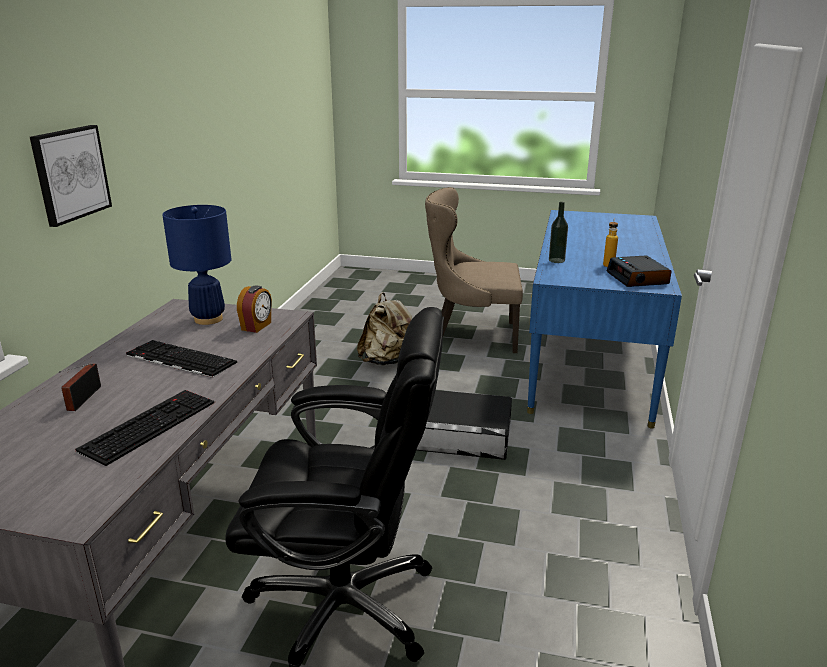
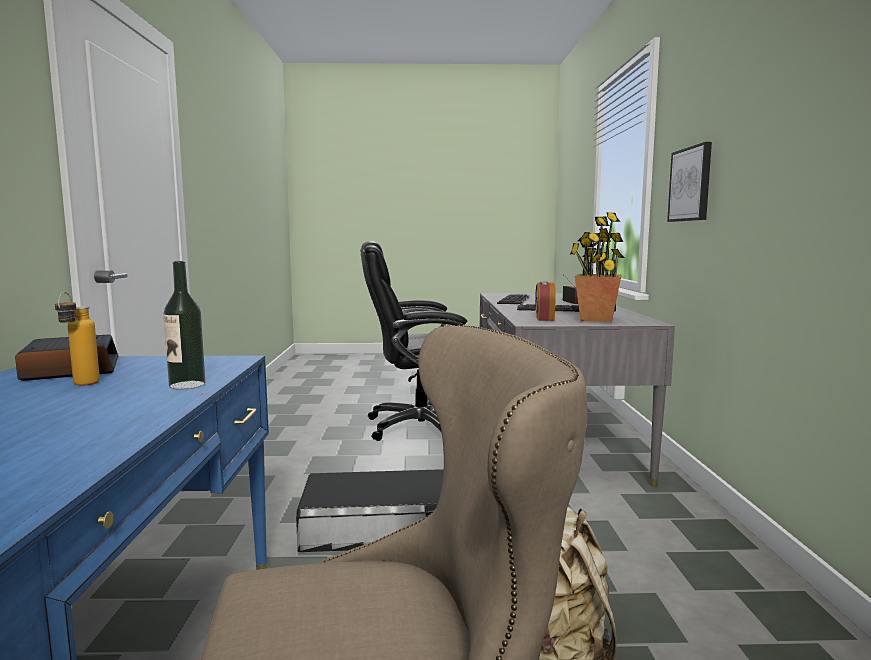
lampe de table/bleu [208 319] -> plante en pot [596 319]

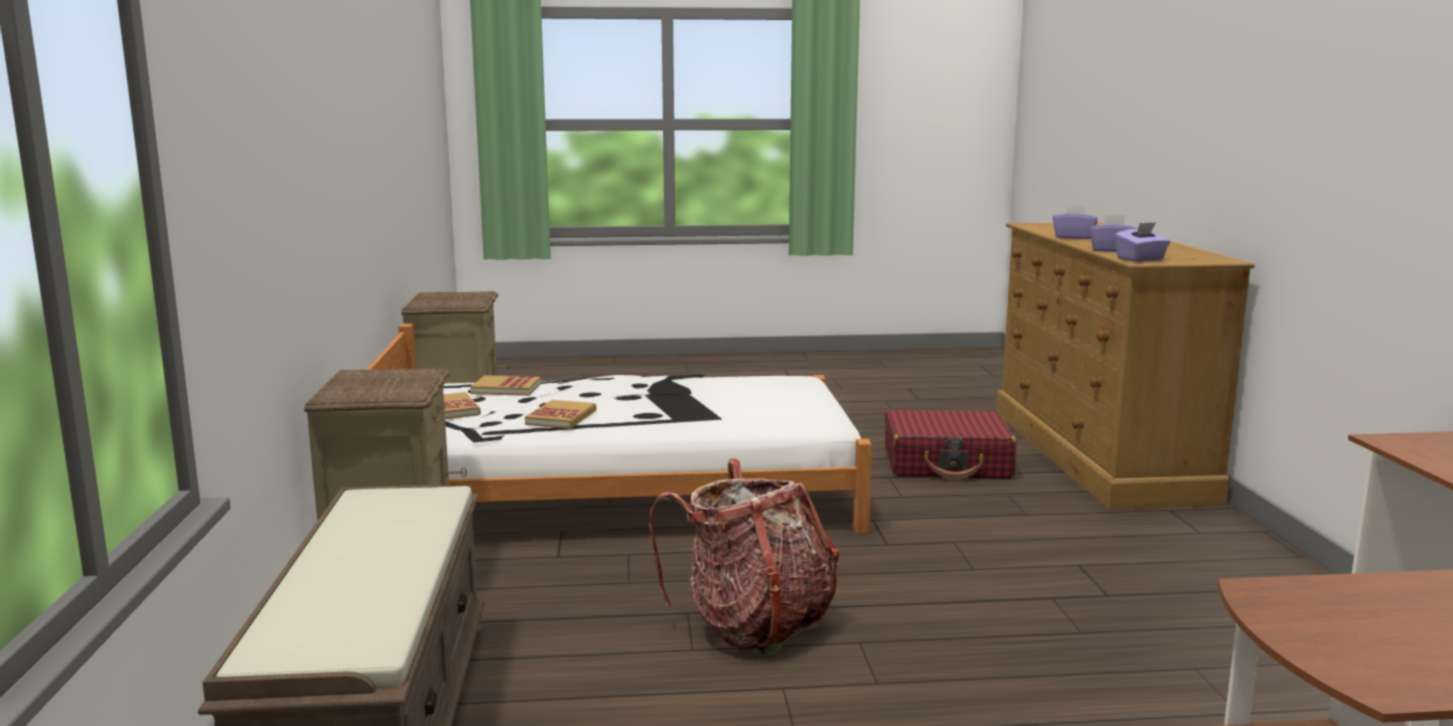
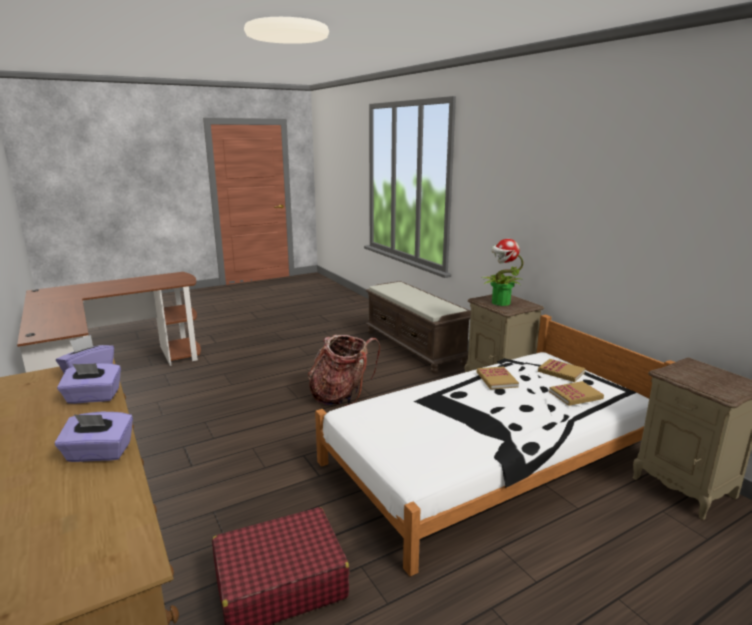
none -> plante en pot [500 303]

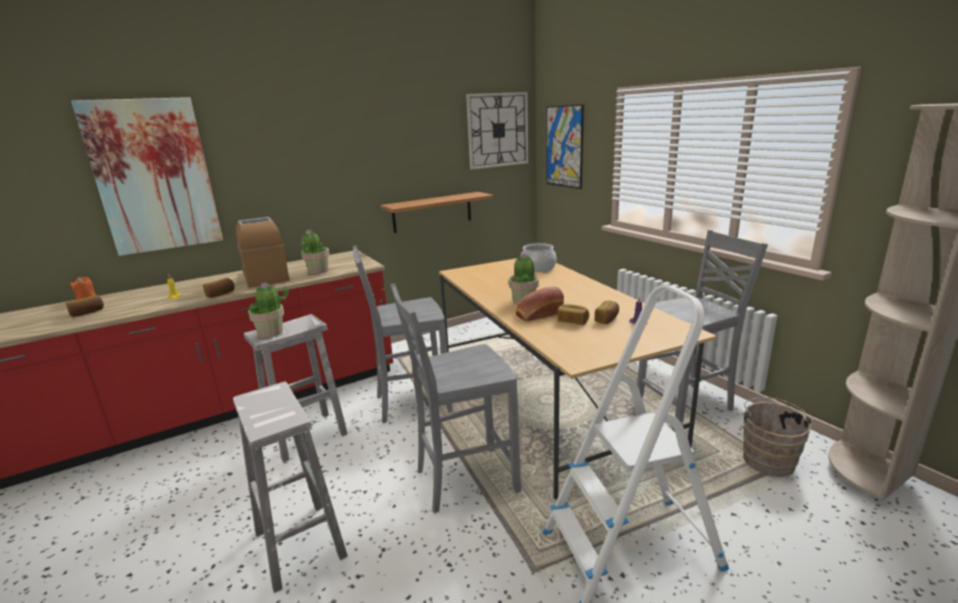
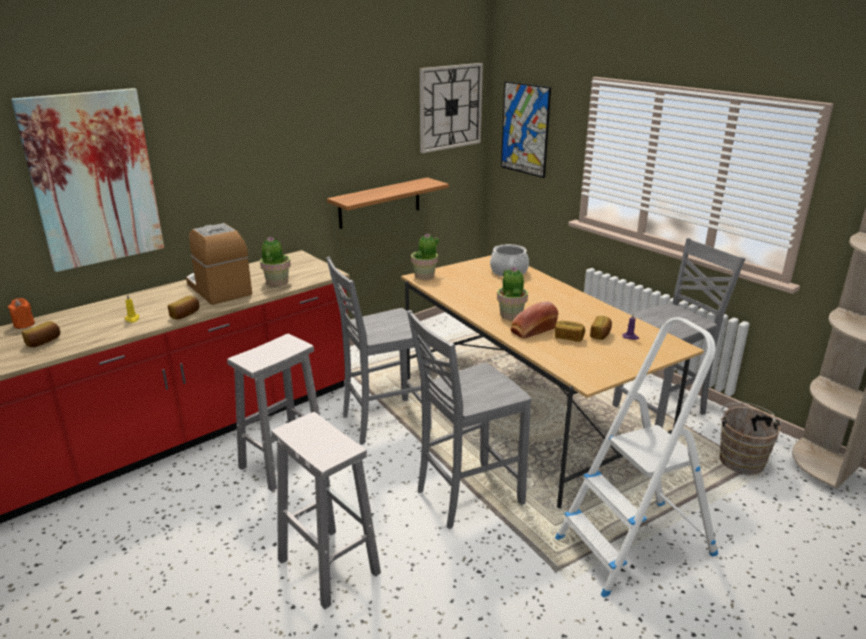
plante en pot [271 333] -> plante en pot [425 276], moved

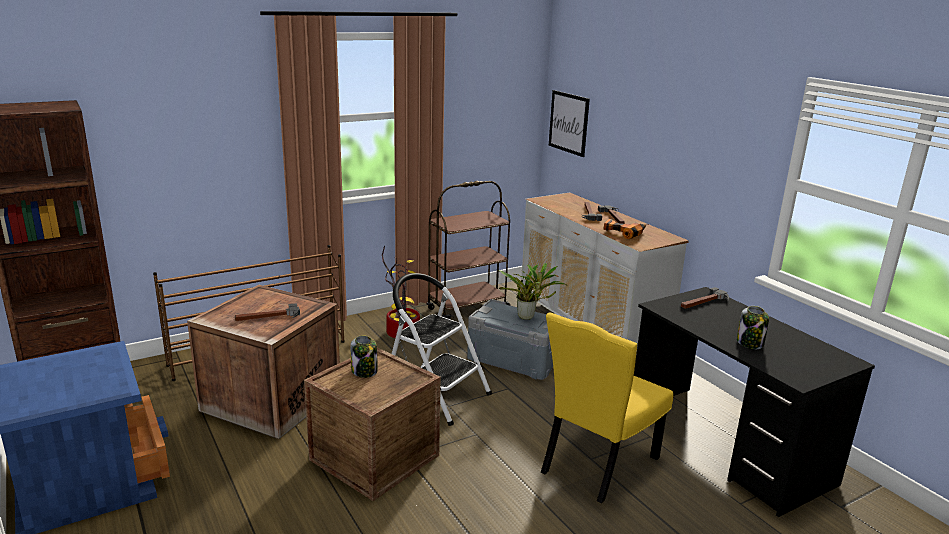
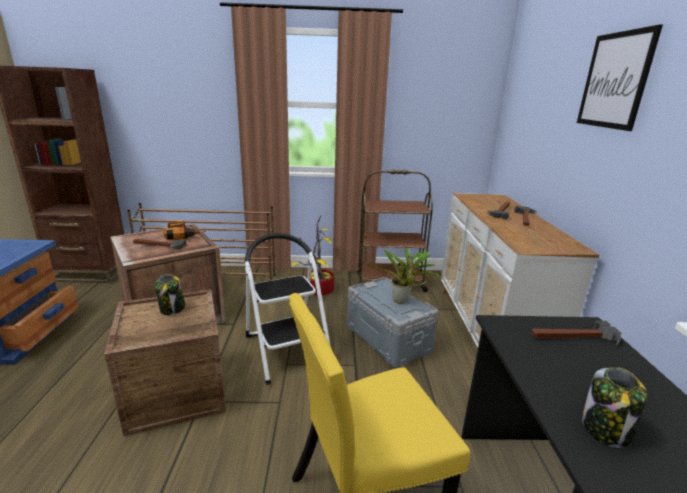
perceuse [624 232] -> perceuse [183 234], moved
tableau [568 123] -> tableau [614 80], moved

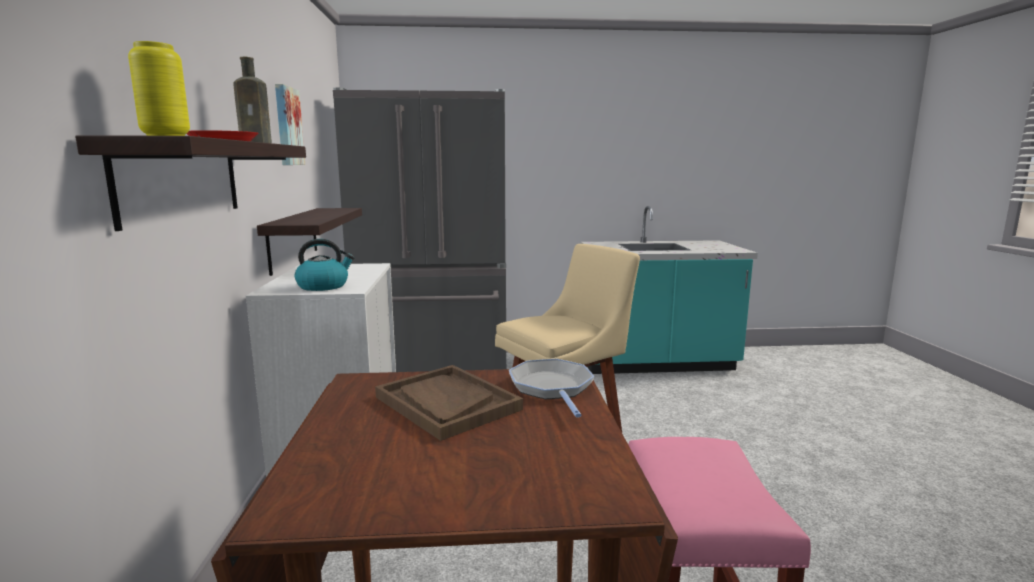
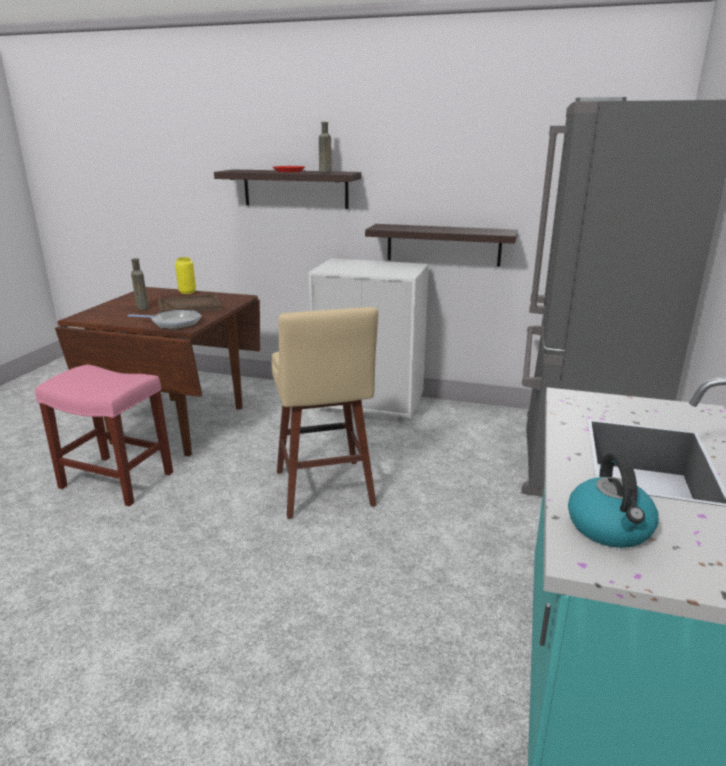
none -> bouteille/marron [142 307]
vase/jaune [166 137] -> vase/jaune [187 292], moved
bouilloire [323 286] -> bouilloire [610 528], moved
tableau [287 126] -> none

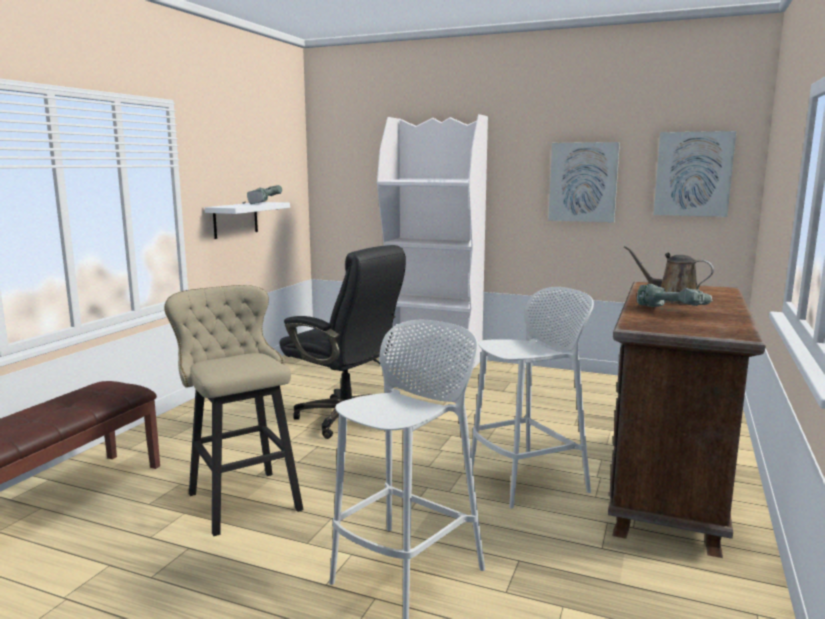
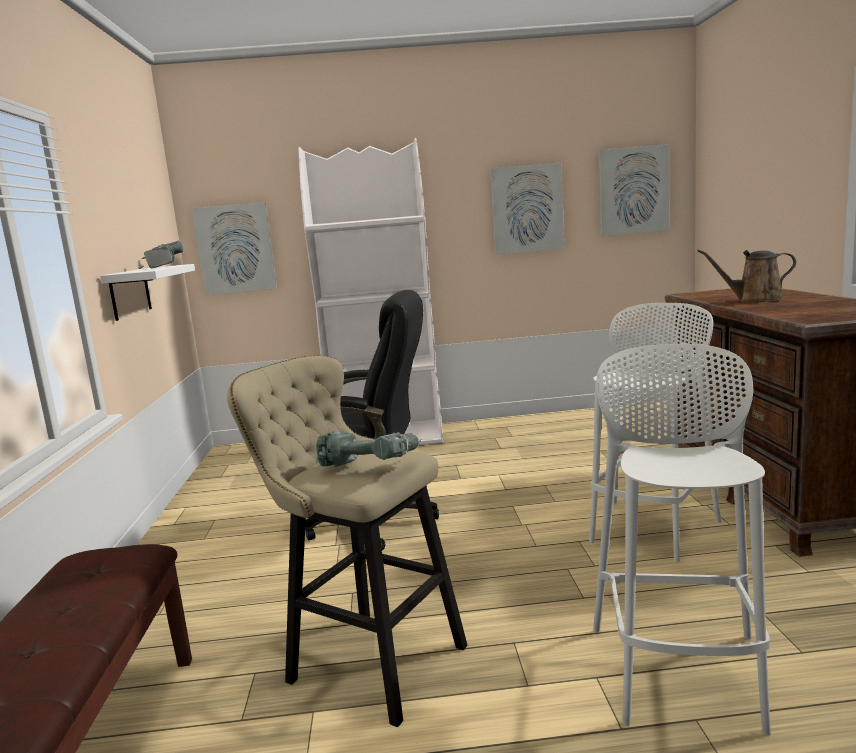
none -> tableau [235 248]
perceuse [673 311] -> perceuse [372 466], moved

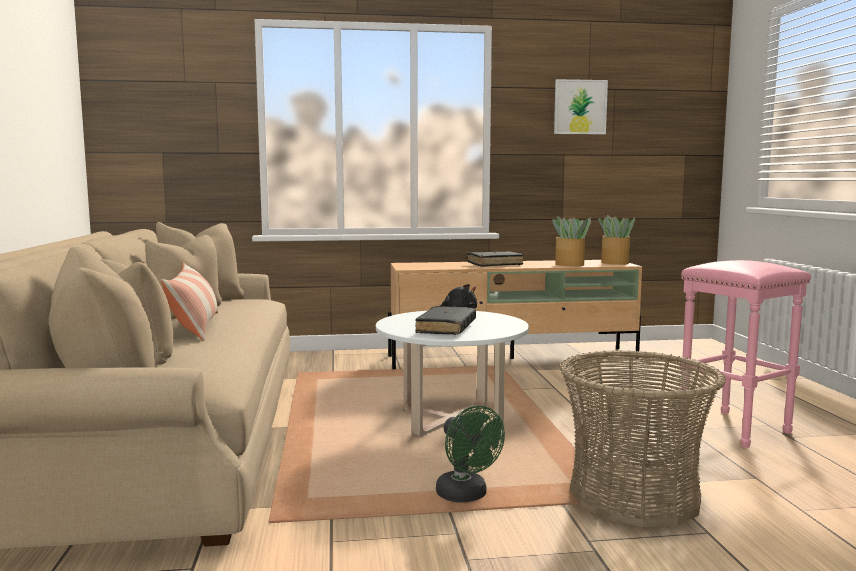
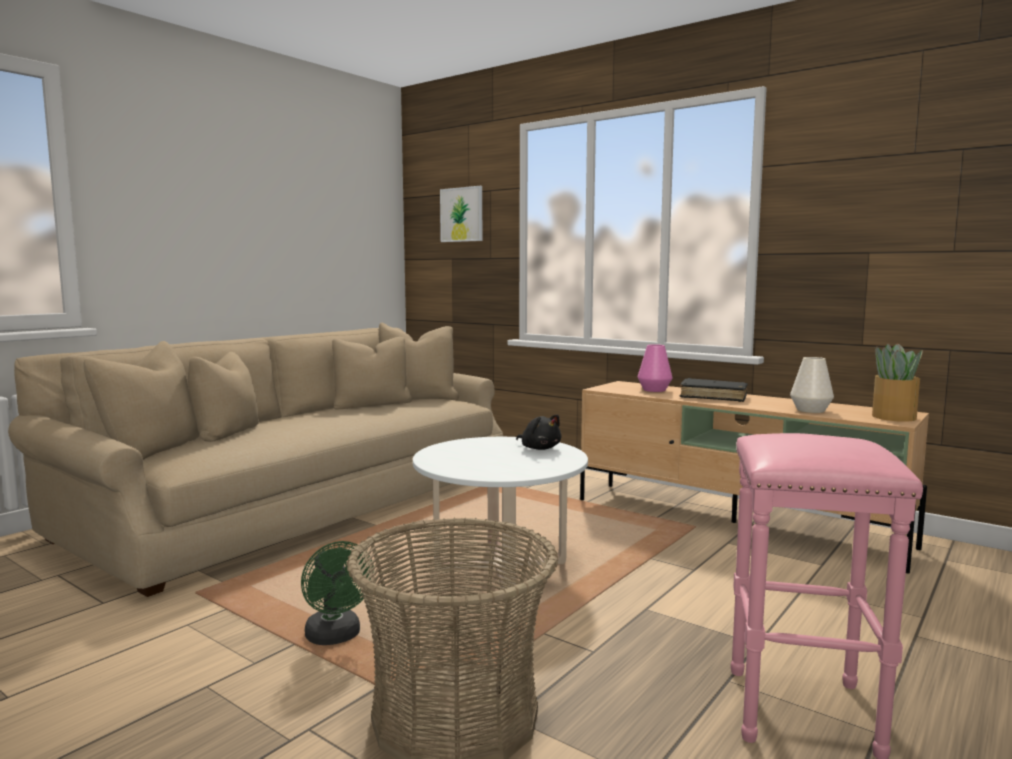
ventilateur/vert [466 496] -> ventilateur/vert [336 637], 45 degrees counterclockwise
tableau [580 107] -> tableau [462 214], moved
none -> vase/rose [654 390]
plante en pot [570 264] -> vase/blanc [810 410]
coussin [195 326] -> none
livre/noir [446 328] -> none

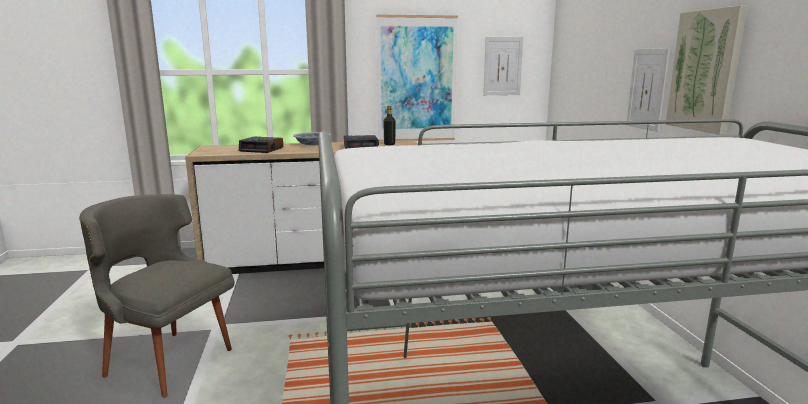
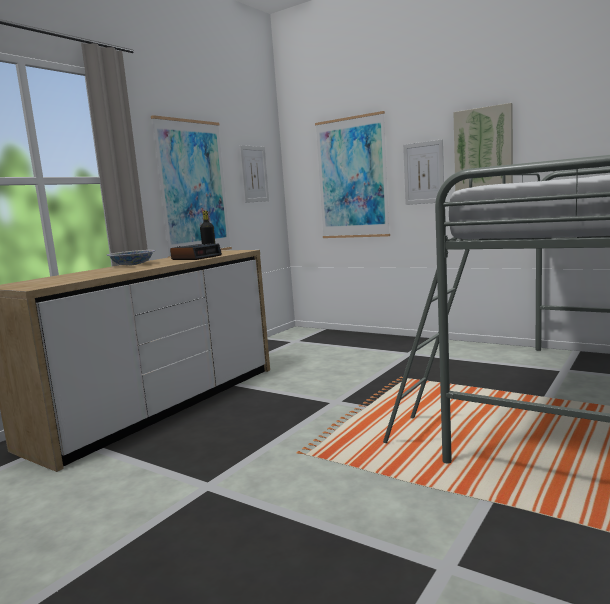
none -> tableau [352 178]
chaise/gris [170 363] -> none
réveil [262 149] -> none

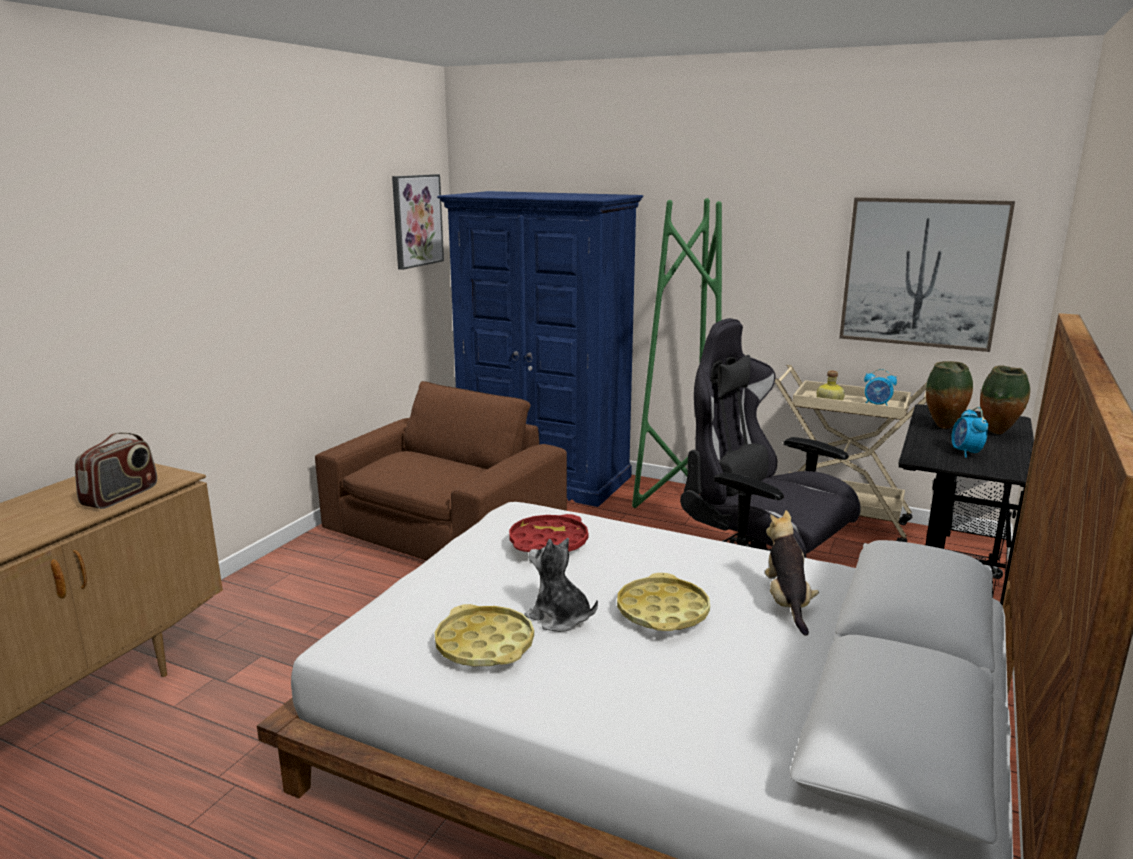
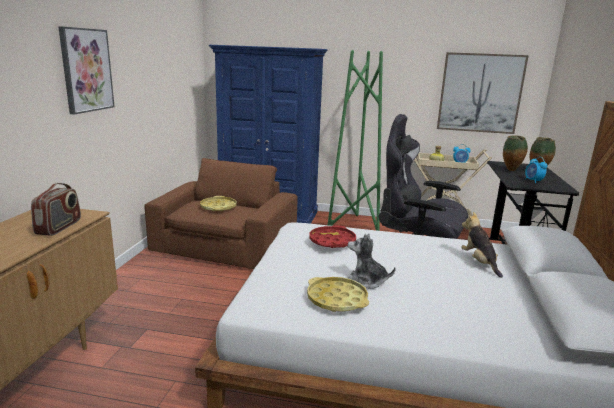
tableau [416 220] -> tableau [86 70], moved
plateau/jaune [662 611] -> plateau/jaune [218 207], moved

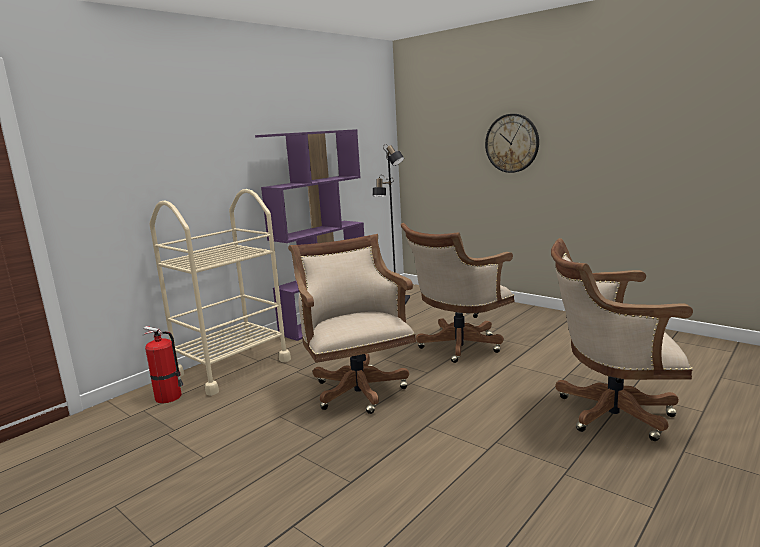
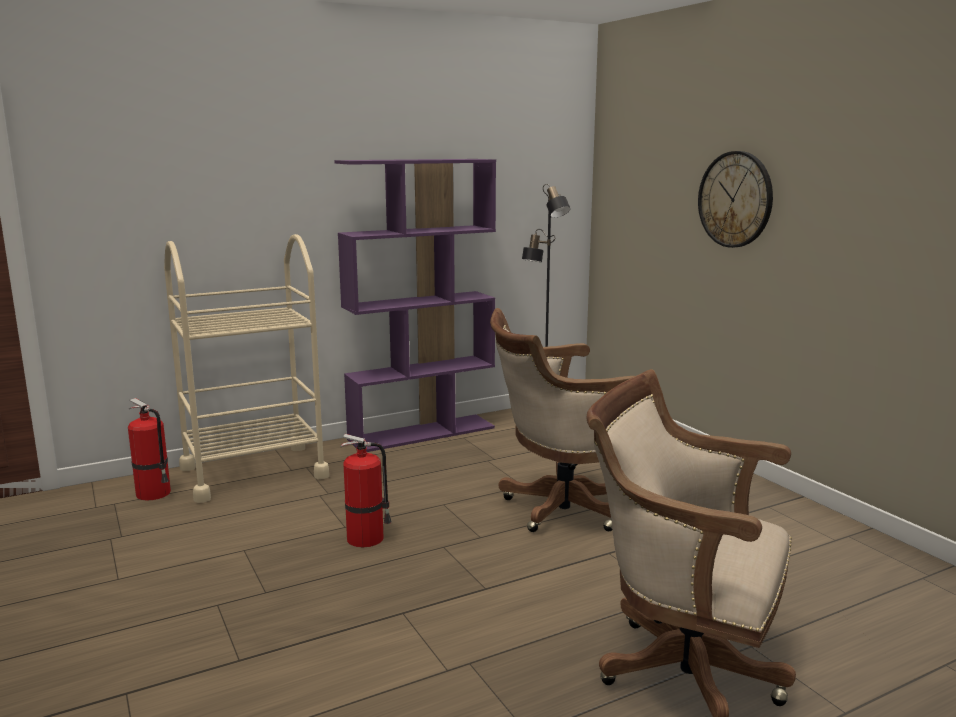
chaise de bureau [357 389] -> extincteur [367 538]

